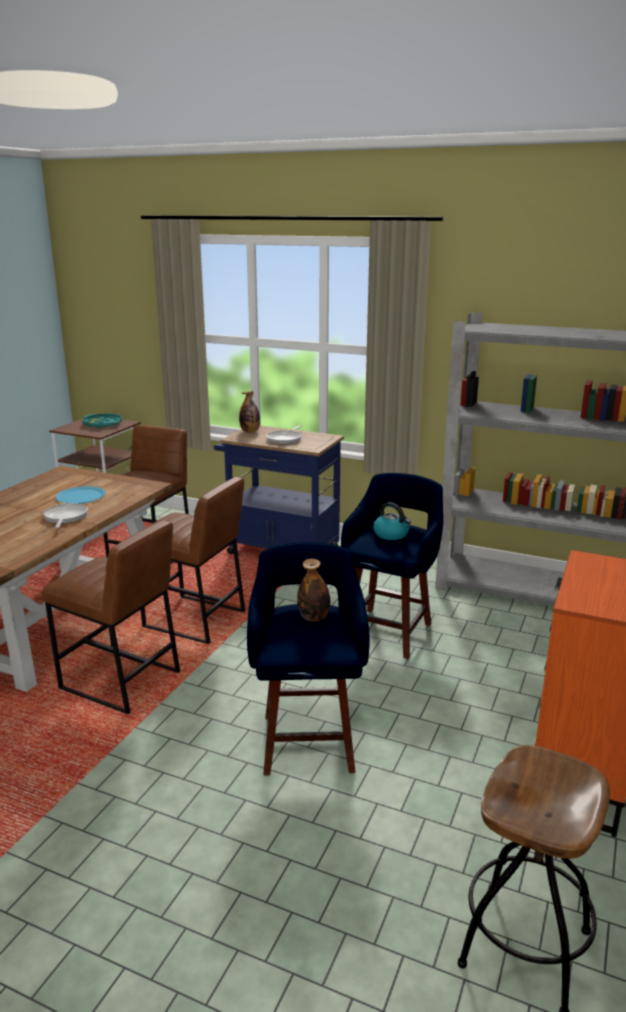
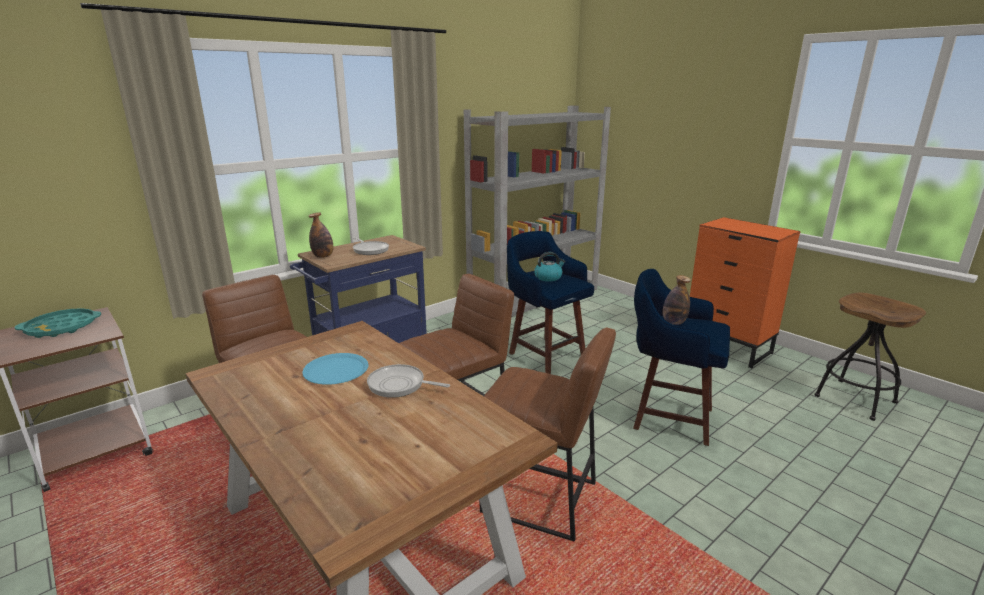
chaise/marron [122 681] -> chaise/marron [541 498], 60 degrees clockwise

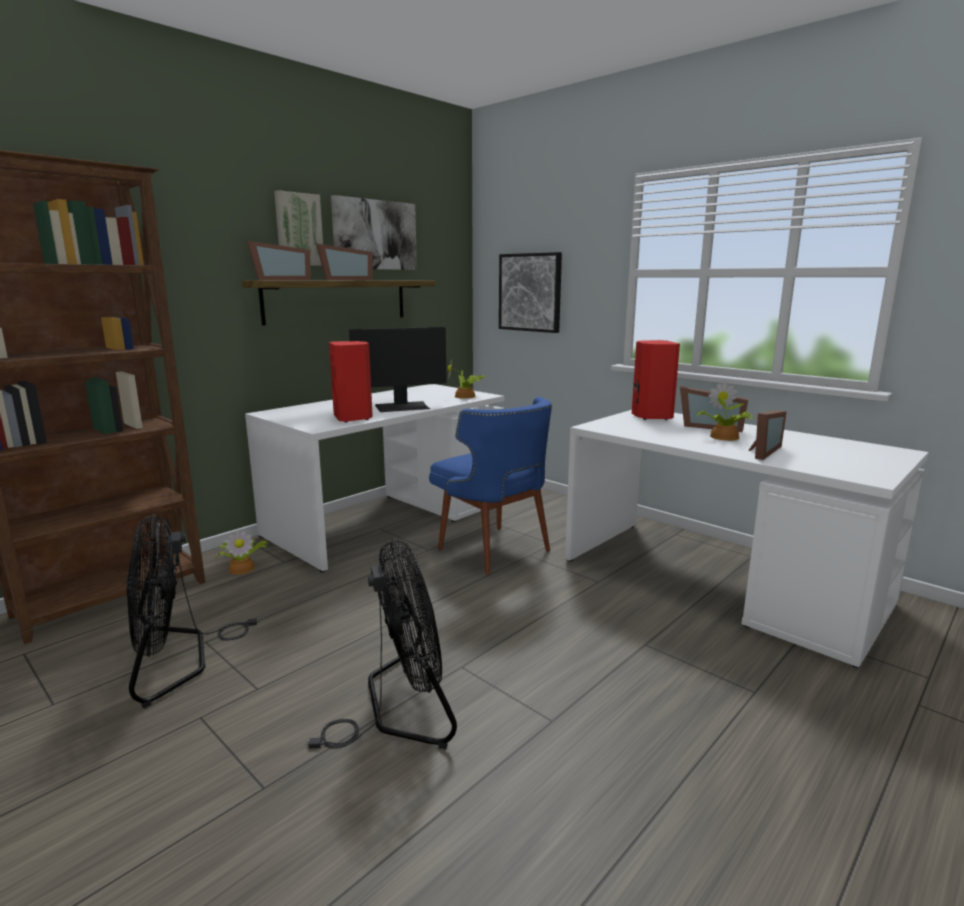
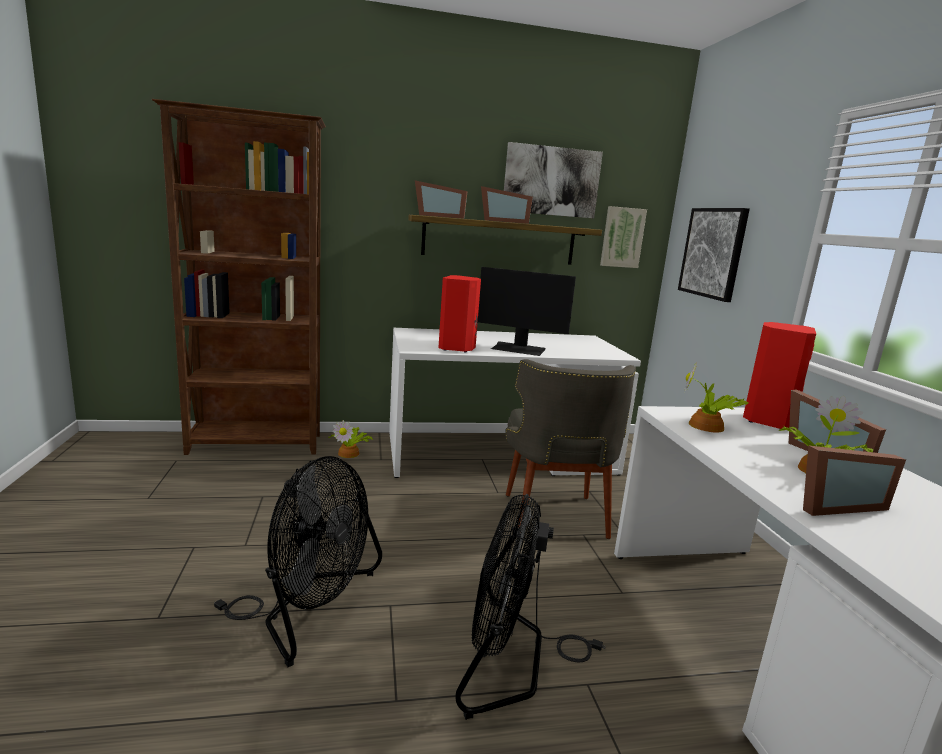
ventilateur/noir [180 655] -> ventilateur/noir [514 655], moved
chaise/bleu [493 550] -> chaise/gris [555 515]
tableau [298 229] -> tableau [622 237], moved
plante en pot [466 396] -> plante en pot [708 427], moved

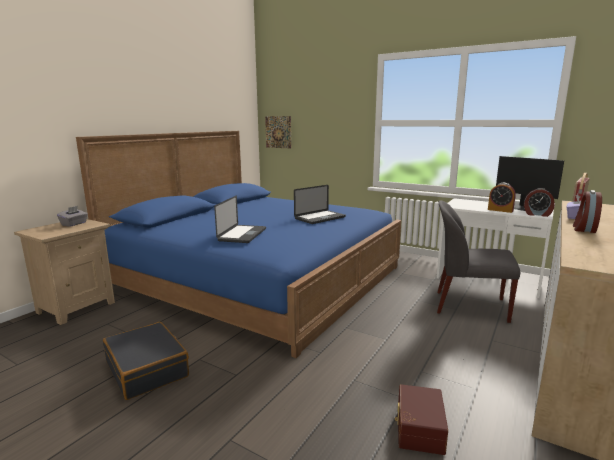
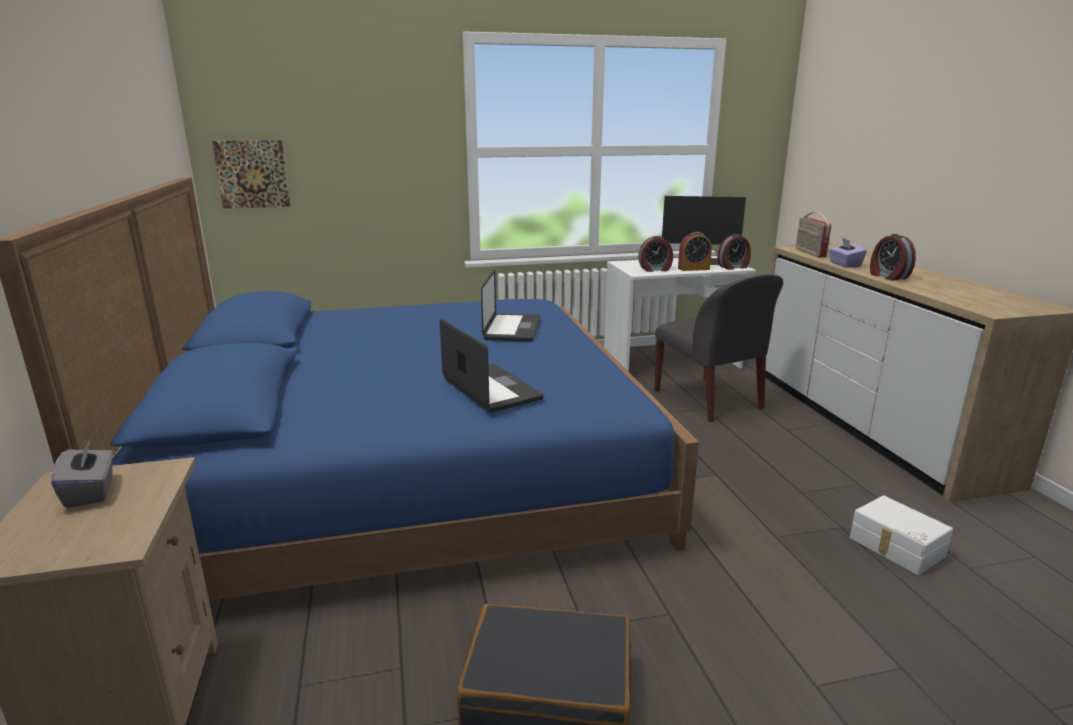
none -> réveil [655 269]
chaise/gris [468 306] -> chaise/gris [709 400], 90 degrees counterclockwise
boîte de rangement/marron [418 428] -> boîte de rangement/blanc [895 547]

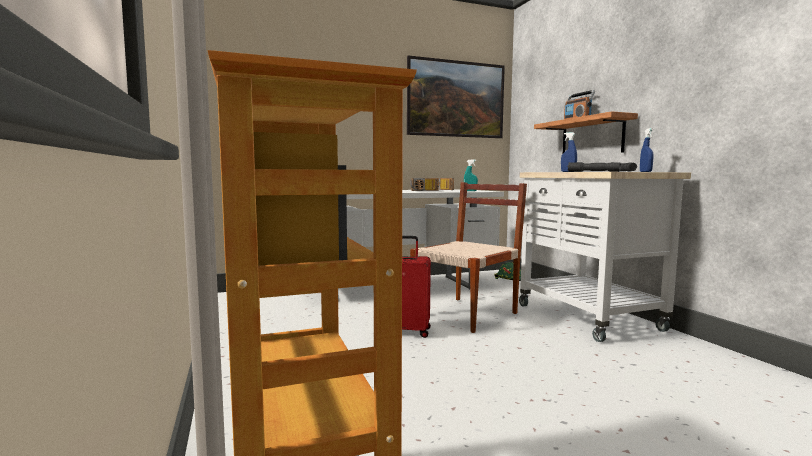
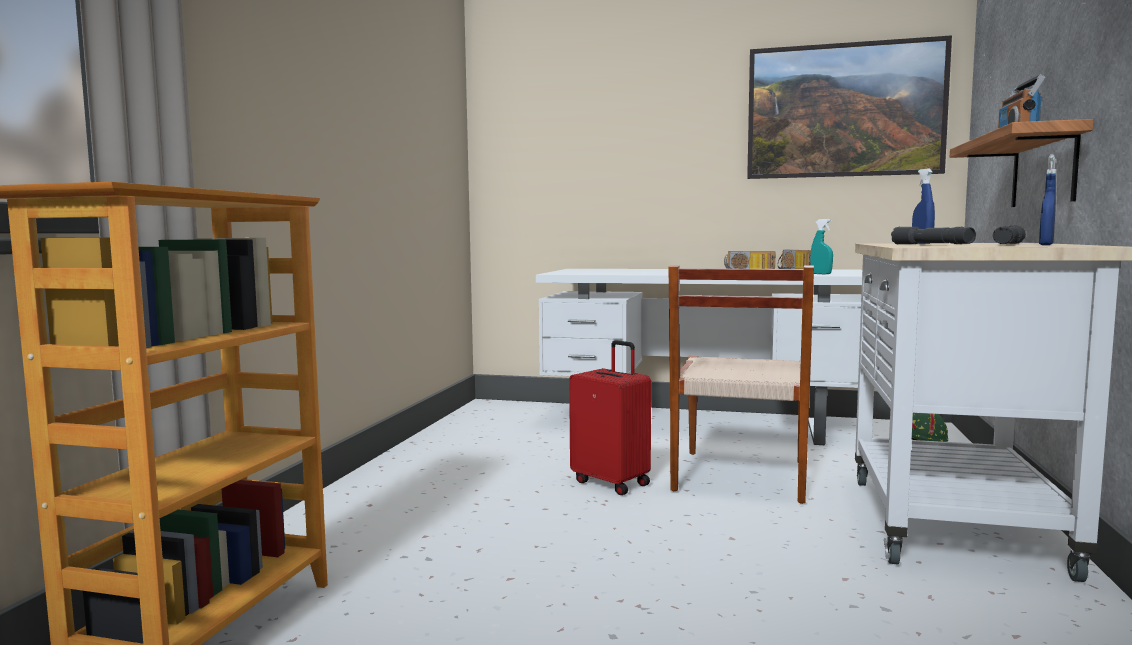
chaise [467 314] -> chaise [740 478], 120 degrees clockwise

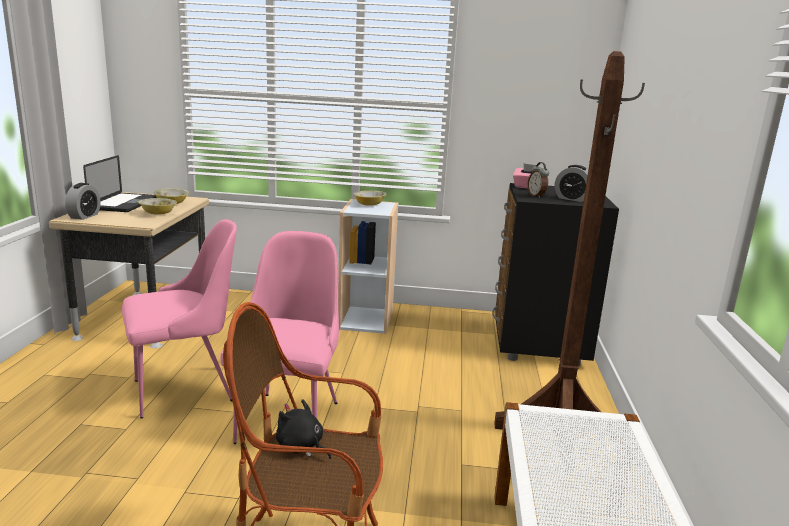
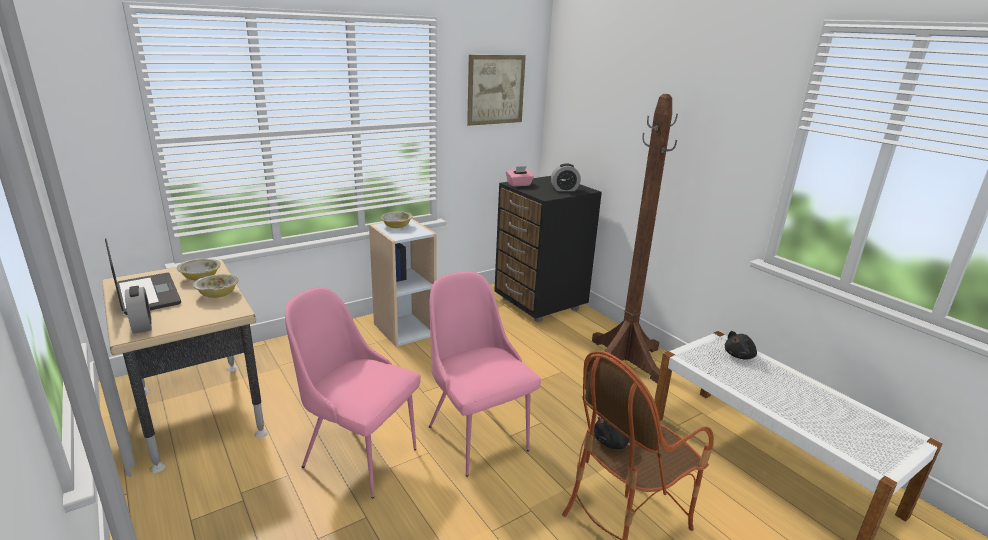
chaise/rose [184 390] -> chaise/rose [359 458], 90 degrees counterclockwise
none -> tableau [495 89]
none -> peluche/noir [740 356]
réveil [536 196] -> none

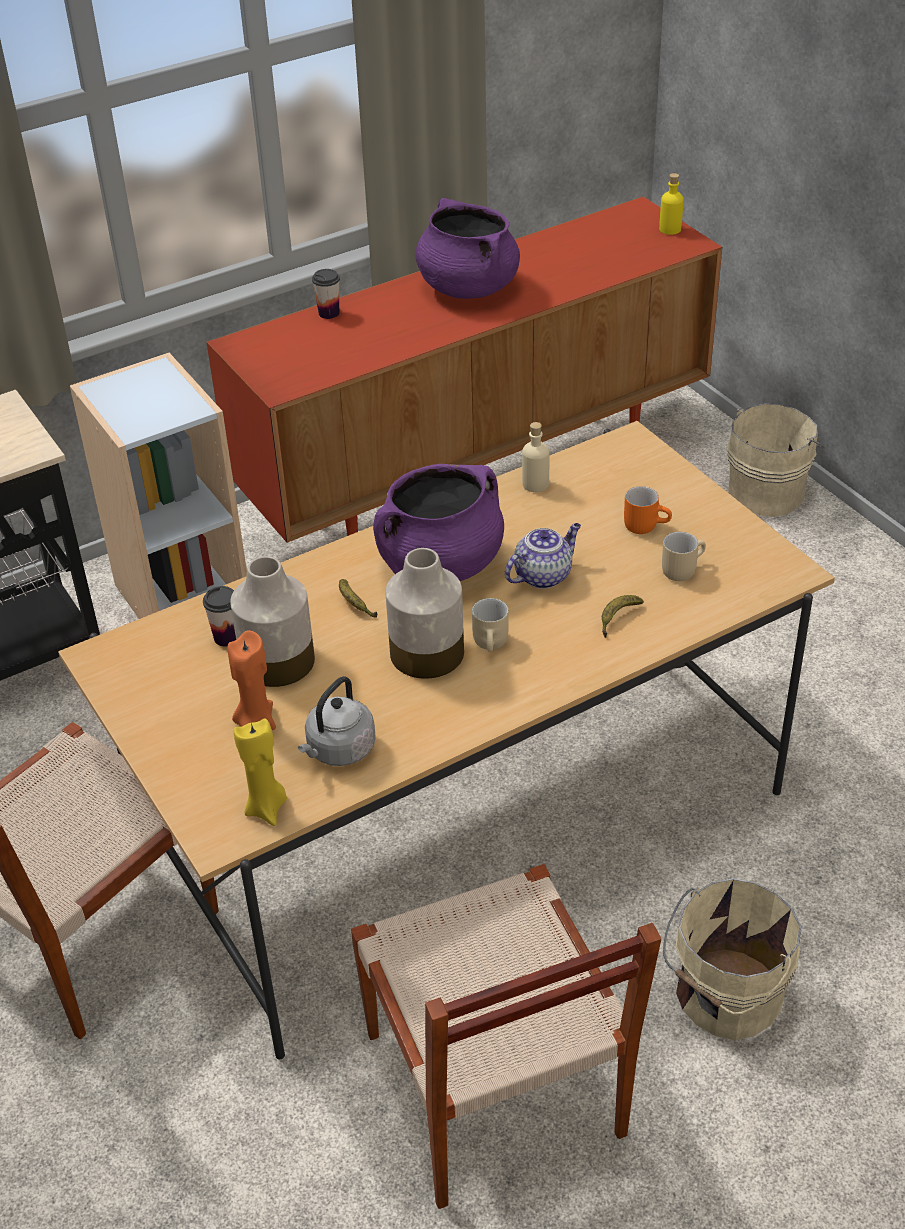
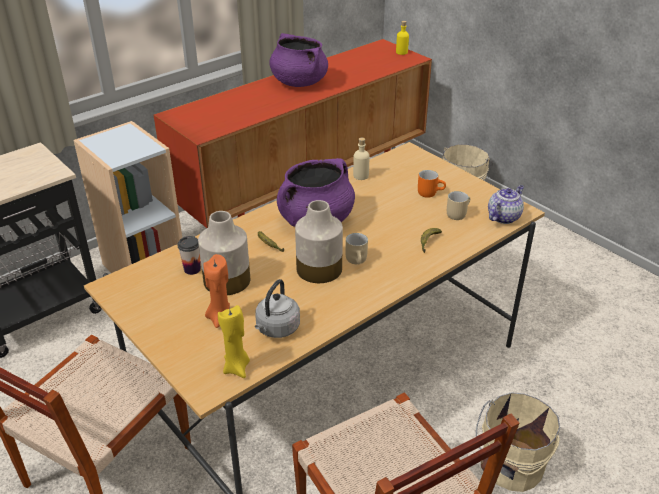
théière [543 575] -> théière [503 217], moved
tasse [329 313] -> none

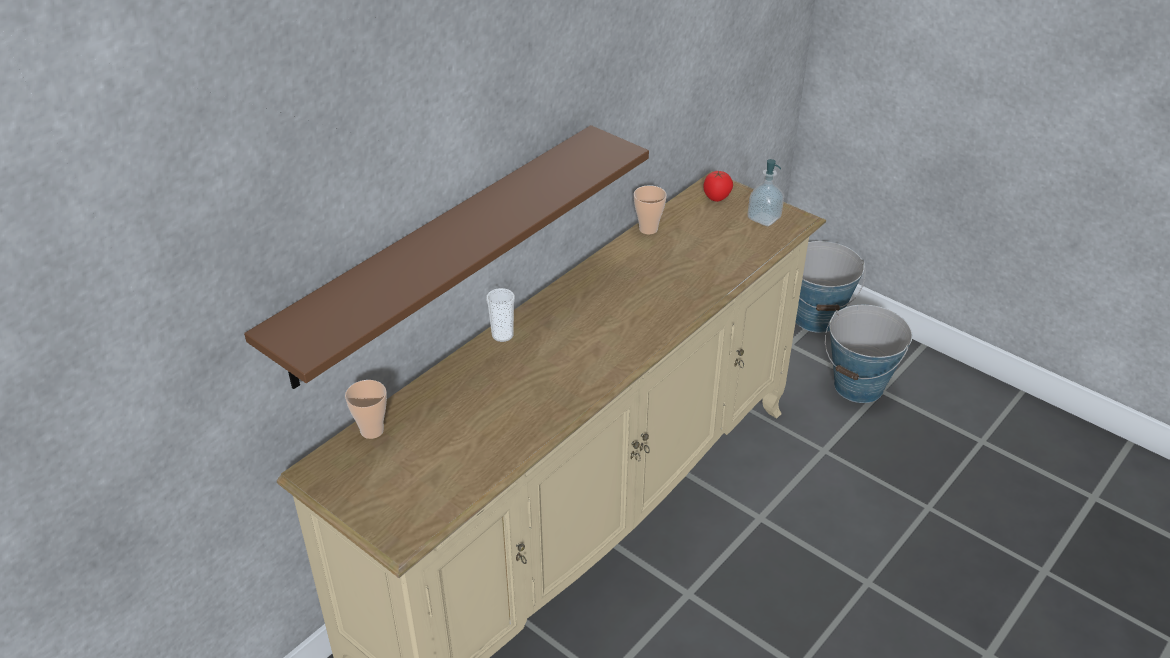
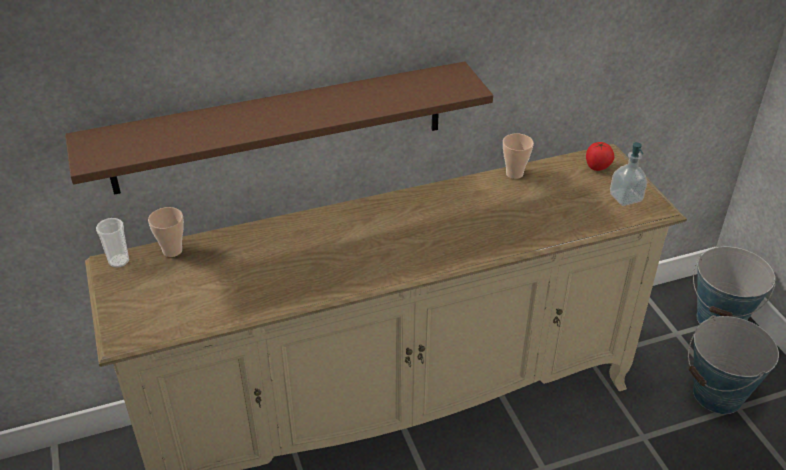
tasse [502 335] -> tasse [119 261], moved

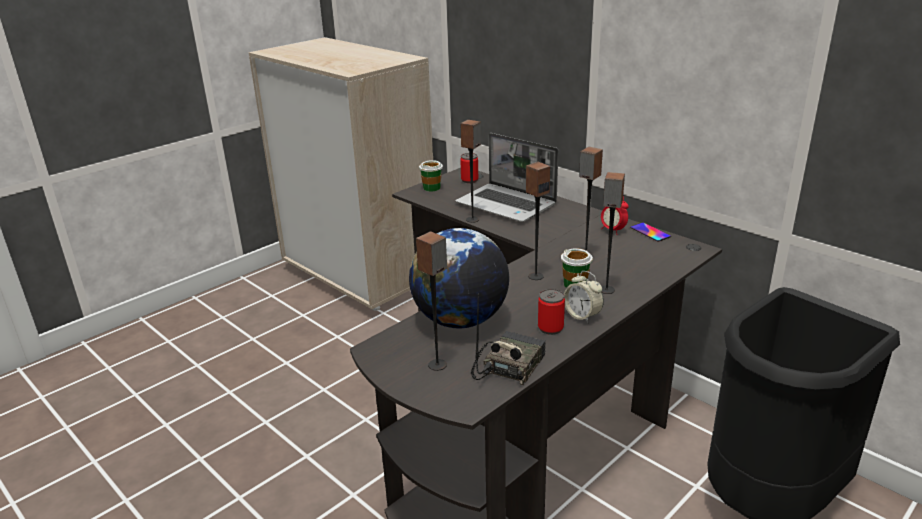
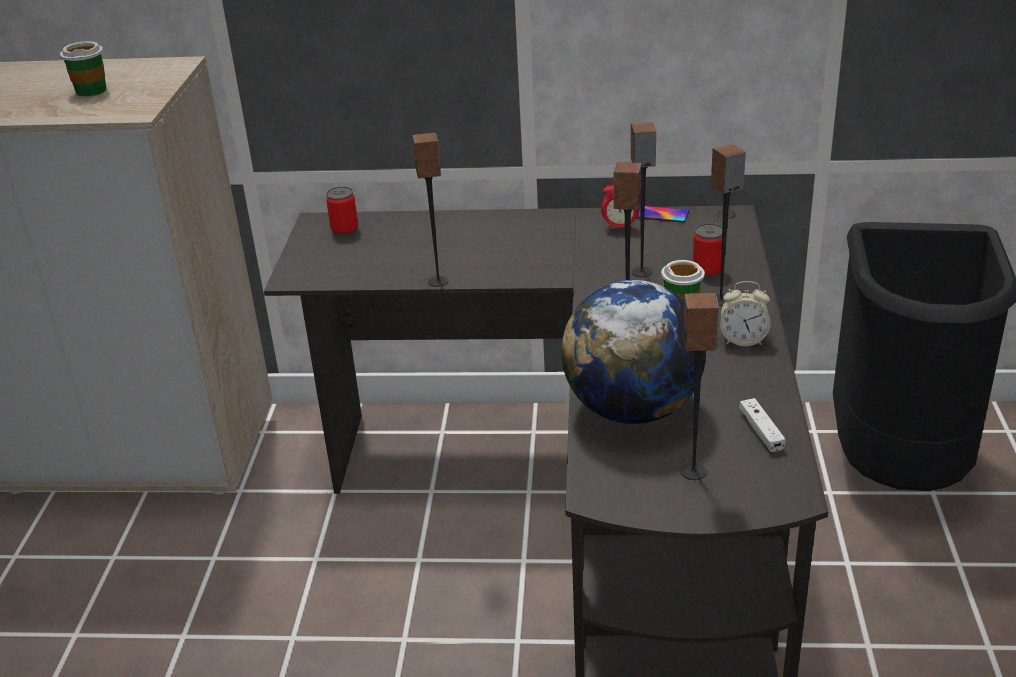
tasse [432 188] -> tasse [91 90], moved
boîte métallique [550 328] -> boîte métallique [707 270], moved
radio [508 365] -> manette/blanc [761 431]
ordinateur portable [507 205] -> none

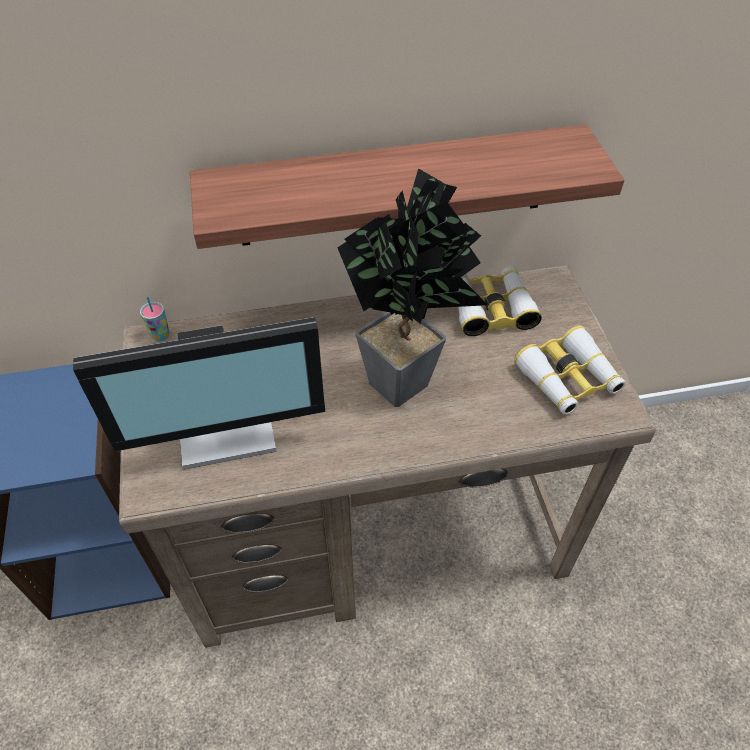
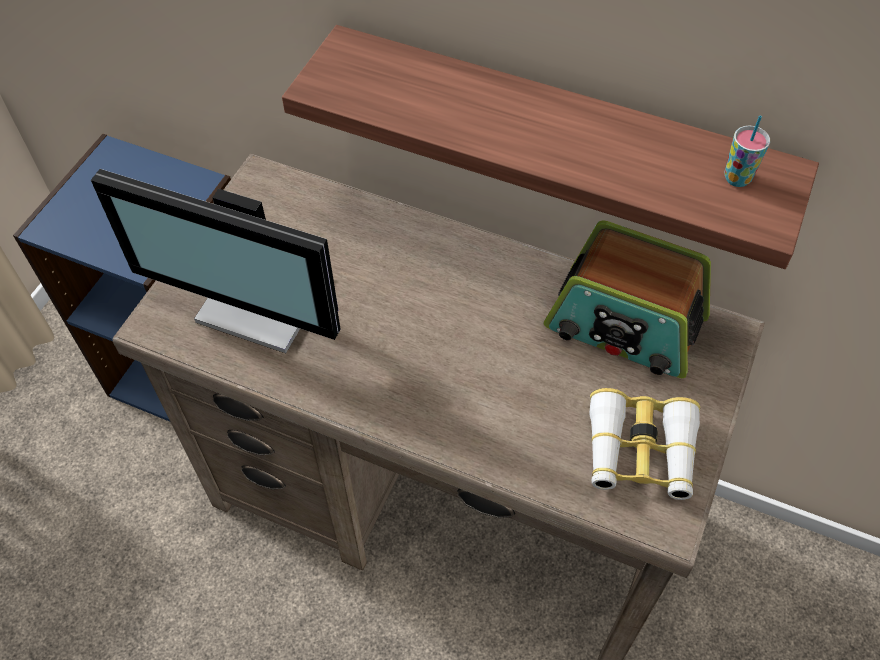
jumelles [491 308] -> radio [625 324]
tasse [160 335] -> tasse [737 178], moved
plante en pot [409 382] -> none

